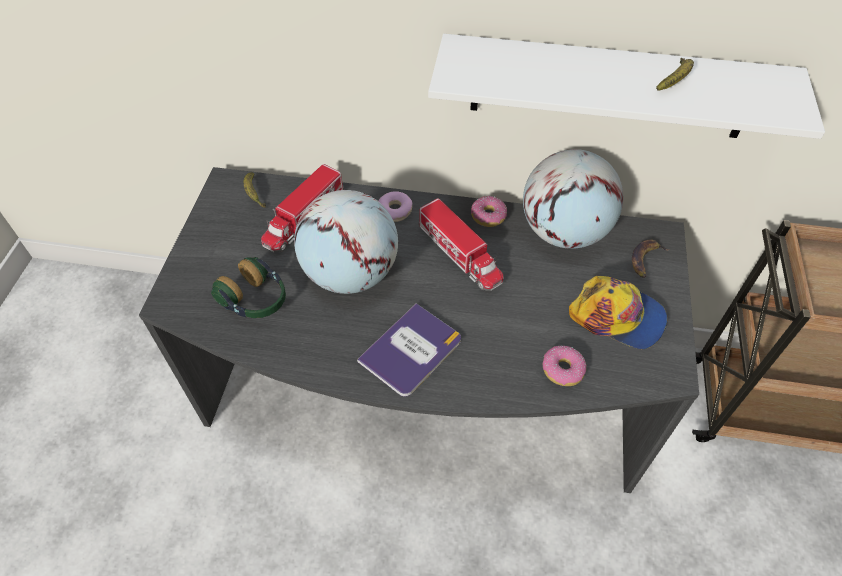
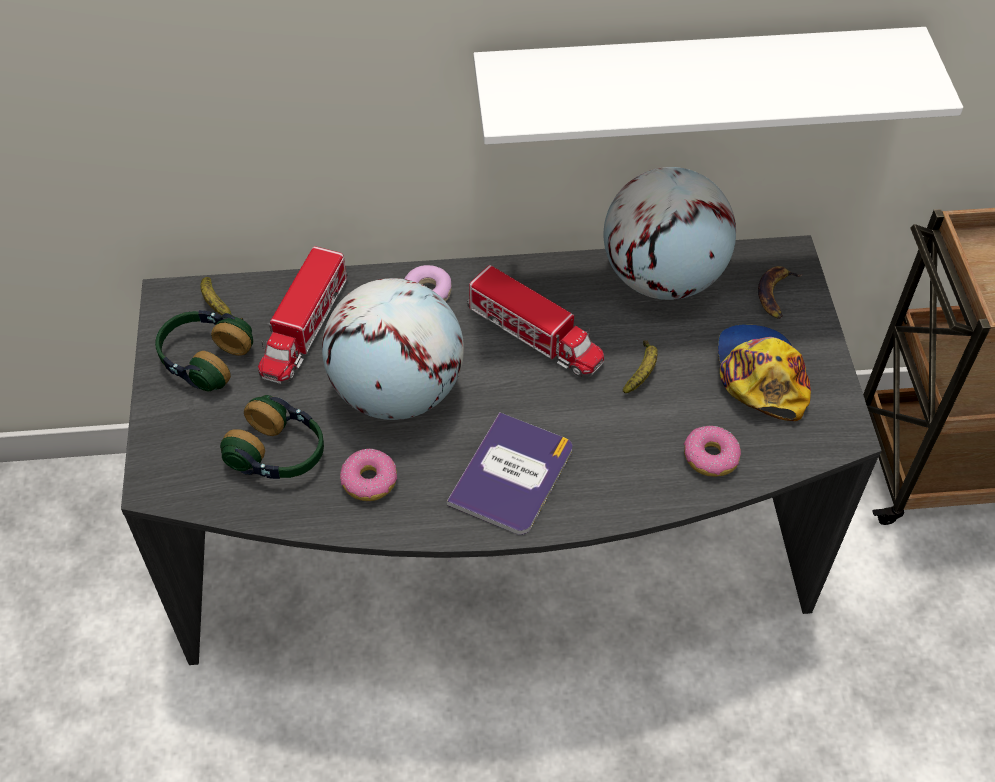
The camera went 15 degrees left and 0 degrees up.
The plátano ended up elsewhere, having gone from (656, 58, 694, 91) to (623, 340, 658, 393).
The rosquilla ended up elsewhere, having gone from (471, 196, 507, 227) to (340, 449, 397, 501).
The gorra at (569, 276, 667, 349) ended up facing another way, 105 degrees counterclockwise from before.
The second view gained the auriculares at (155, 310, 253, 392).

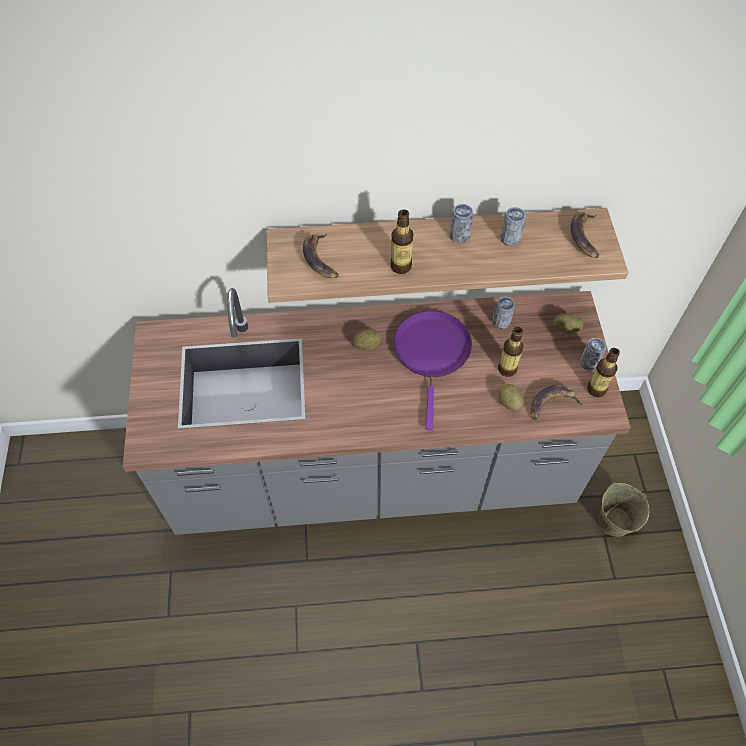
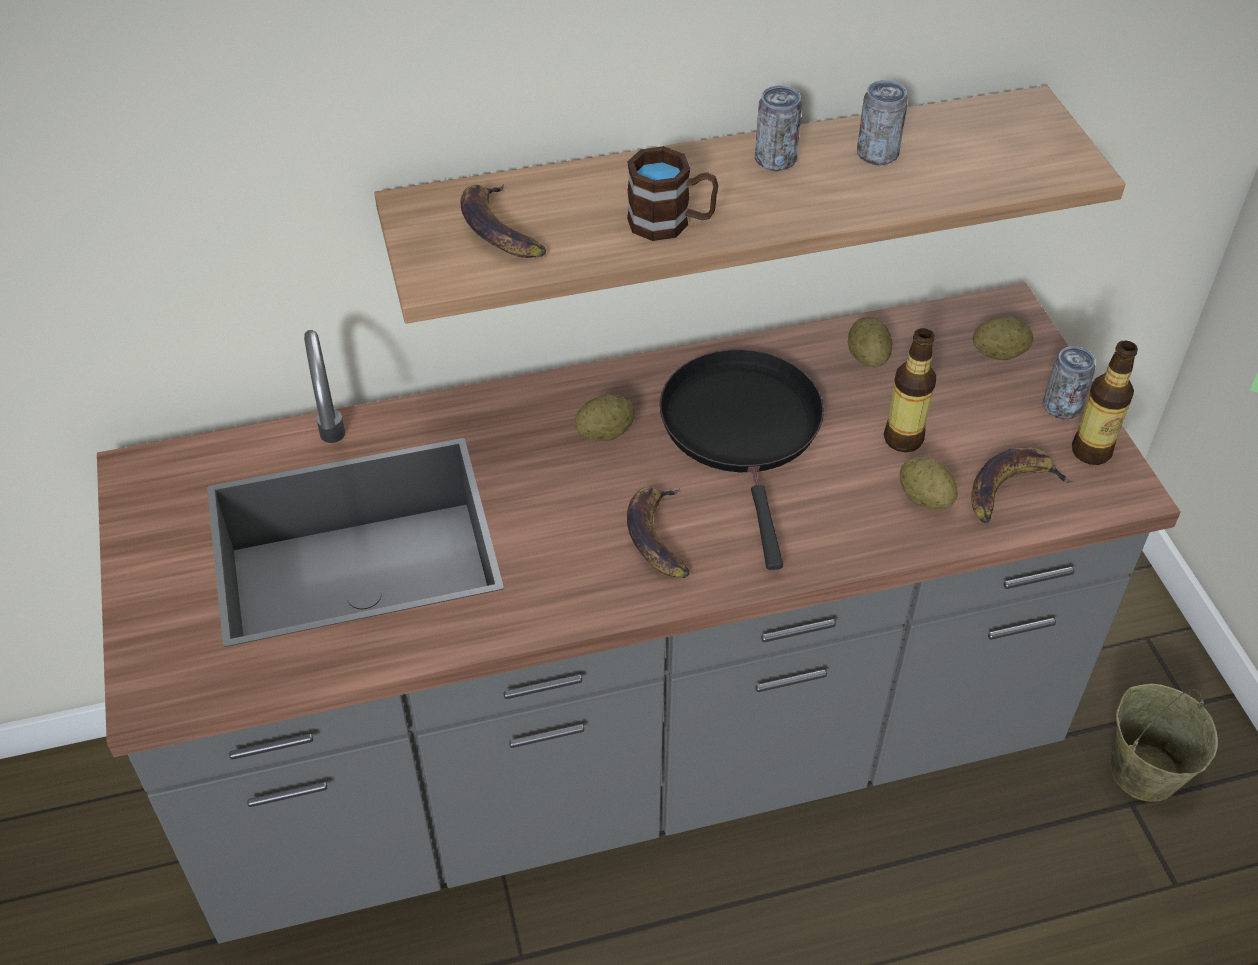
The camera went 10 degrees left and 10 degrees down.
Where the botella stood at (390, 210, 414, 274), the taza grande/marrón came to stand at (627, 146, 718, 241).
The plátano ended up elsewhere, having gone from (571, 212, 599, 258) to (627, 487, 690, 578).
Where the lata stood at (492, 296, 515, 329), the patata came to stand at (848, 316, 892, 367).
What was the sartén/morado at (394, 311, 472, 430) turned into the sartén/negro at (660, 350, 824, 570).

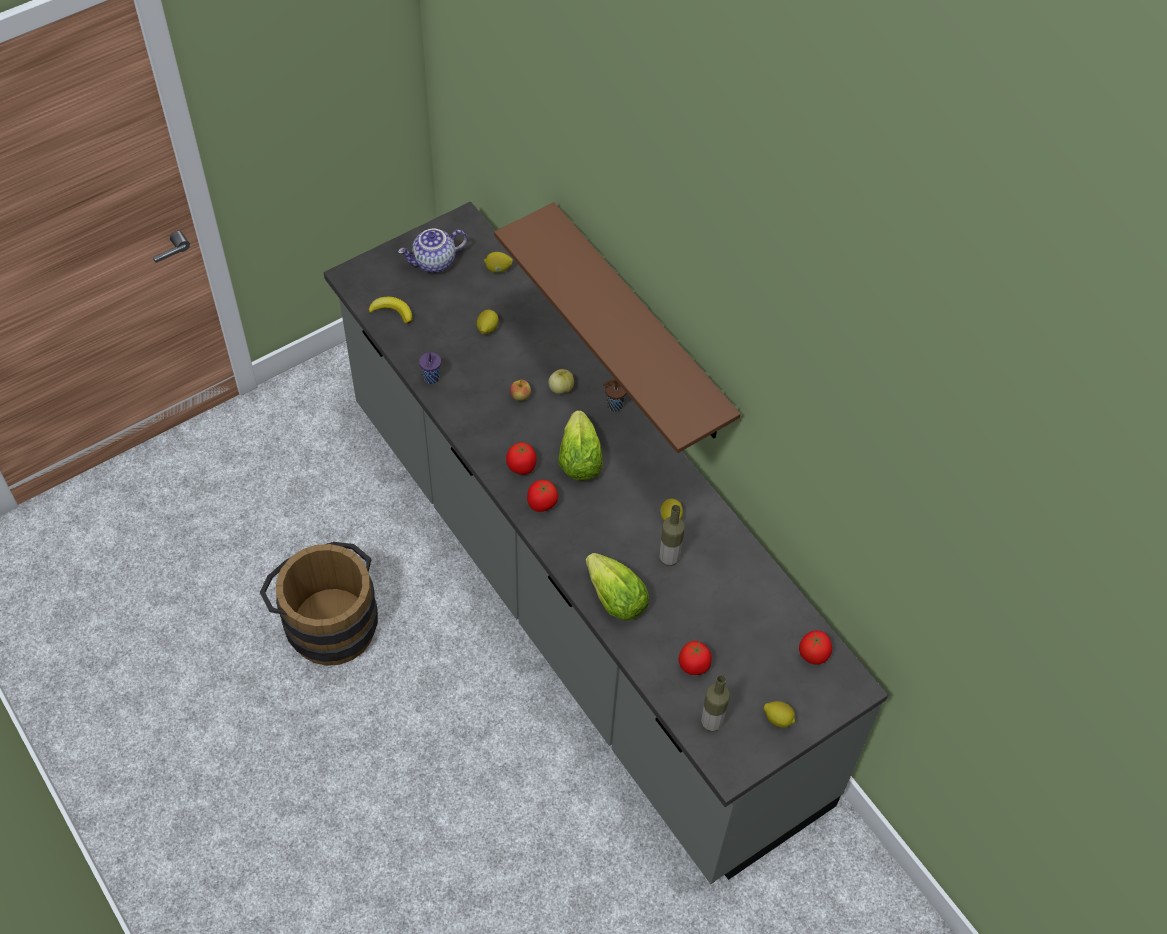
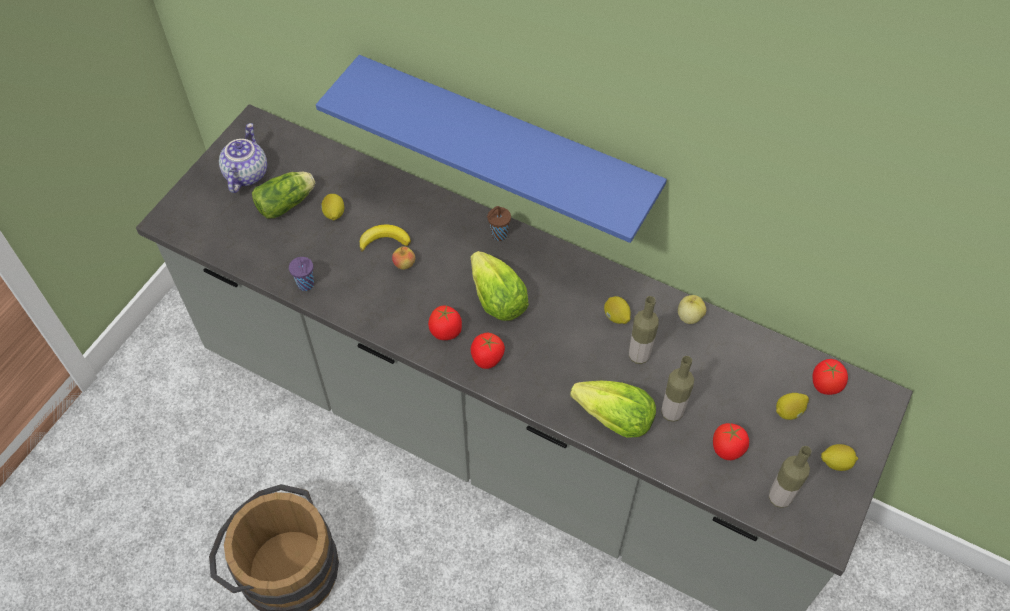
The camera went 25 degrees left and 0 degrees up.
What was the estante/marrón at (494, 202, 741, 453) turned into the estante/azul at (316, 55, 667, 243).
The tetera at (398, 229, 467, 273) ended up facing another way, 150 degrees clockwise from before.
The limón ended up elsewhere, having gone from (484, 252, 513, 273) to (776, 393, 809, 420).
The plátano ended up elsewhere, having gone from (368, 297, 413, 324) to (360, 225, 411, 252).
The manzana ended up elsewhere, having gone from (548, 369, 574, 394) to (678, 295, 706, 324).
The second view gained the lechuga at (252, 172, 315, 218).
The second view gained the botella at (661, 356, 694, 422).

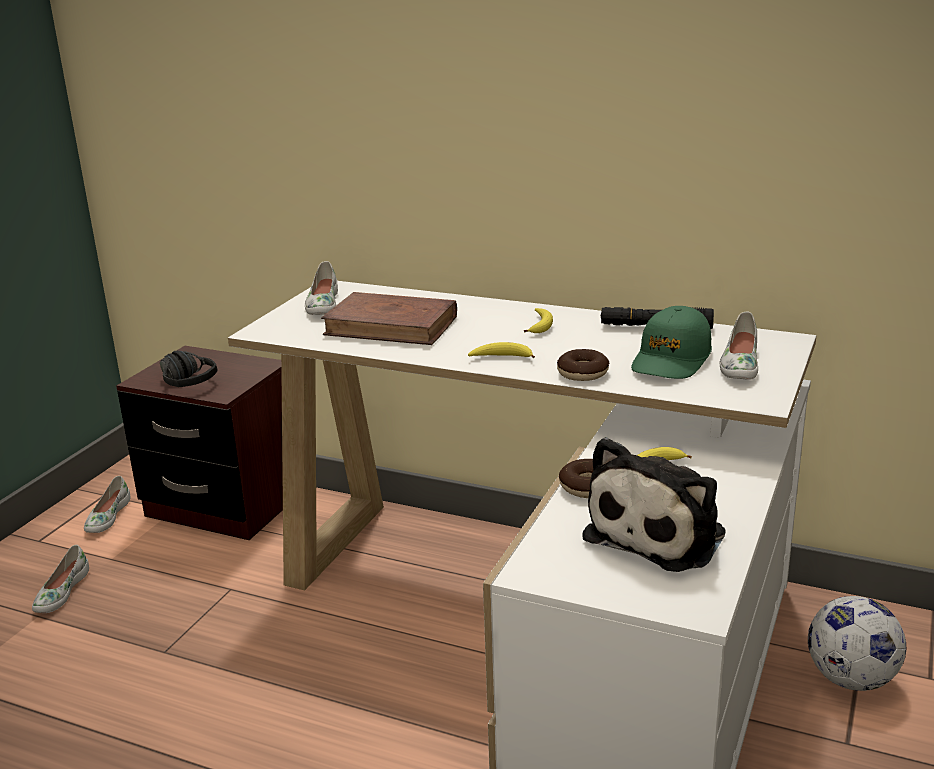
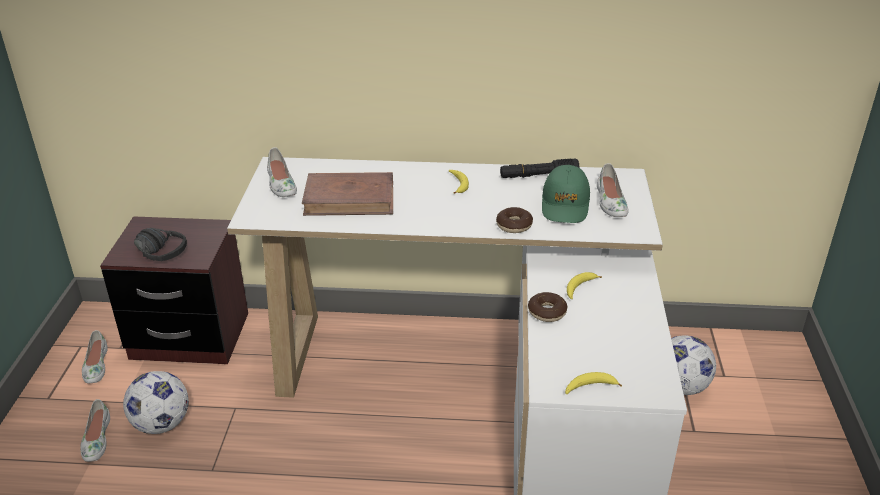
The camera went 20 degrees left and 10 degrees up.
The plátano ended up elsewhere, having gone from (468, 342, 535, 358) to (565, 372, 622, 394).
The second view lost the peluche at (582, 437, 726, 572).
The second view gained the balón de fútbol at (123, 371, 189, 434).

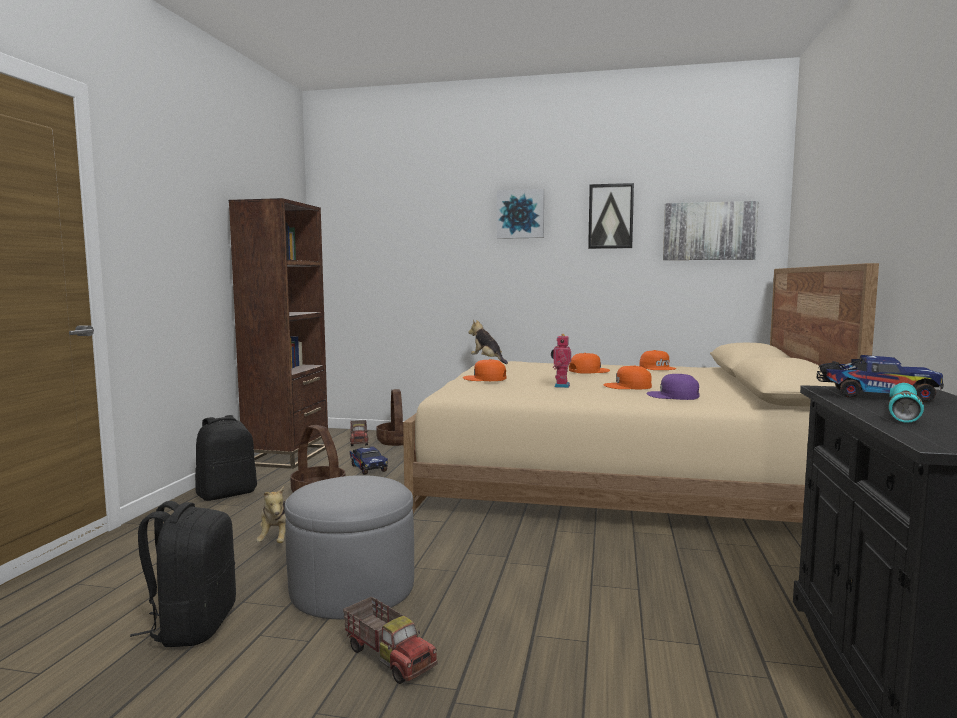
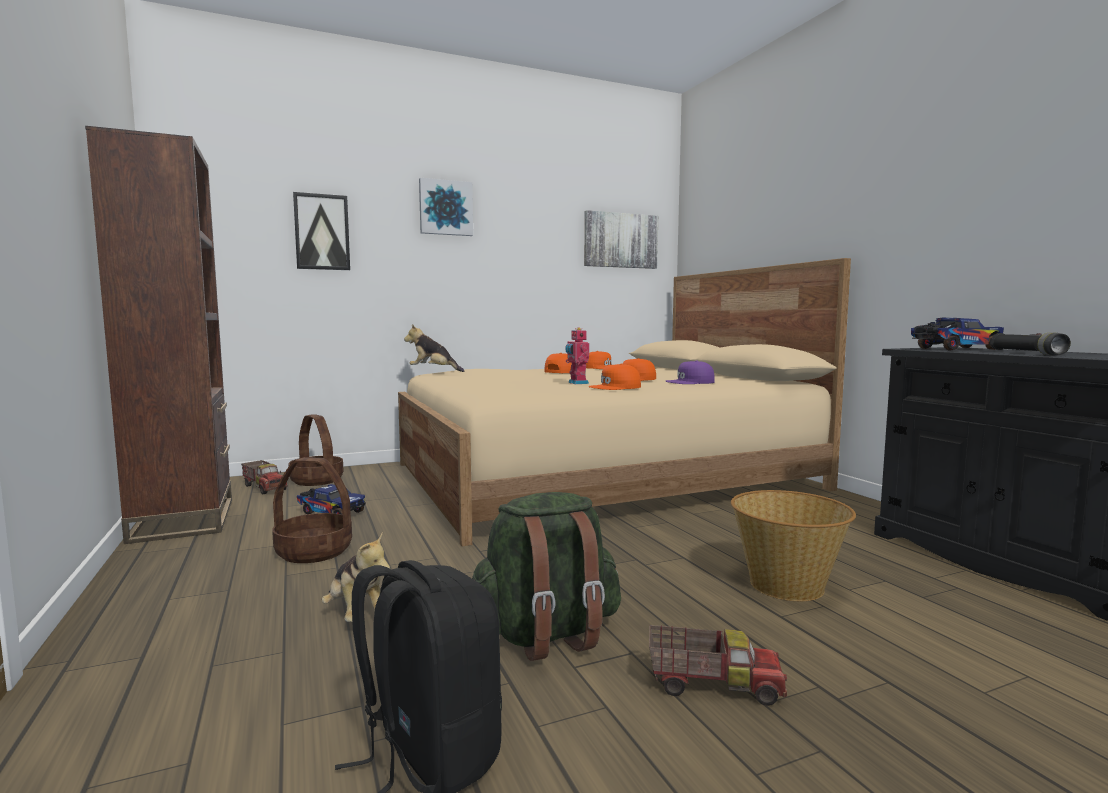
The camera went 35 degrees left and 0 degrees up.
The cuadro ended up elsewhere, having gone from (588, 183, 634, 249) to (293, 192, 350, 270).
The gorra/naranja ended up elsewhere, having gone from (463, 359, 506, 381) to (589, 364, 641, 390).
What was the linterna/turquesa at (889, 383, 924, 423) turned into the linterna/negro at (990, 332, 1071, 355).
The second view lost the mochila/negro at (195, 415, 257, 501).
Where the puf/gris stood at (285, 475, 414, 619), the mochila/verde came to stand at (472, 492, 621, 661).
The second view gained the cesta at (731, 490, 856, 601).

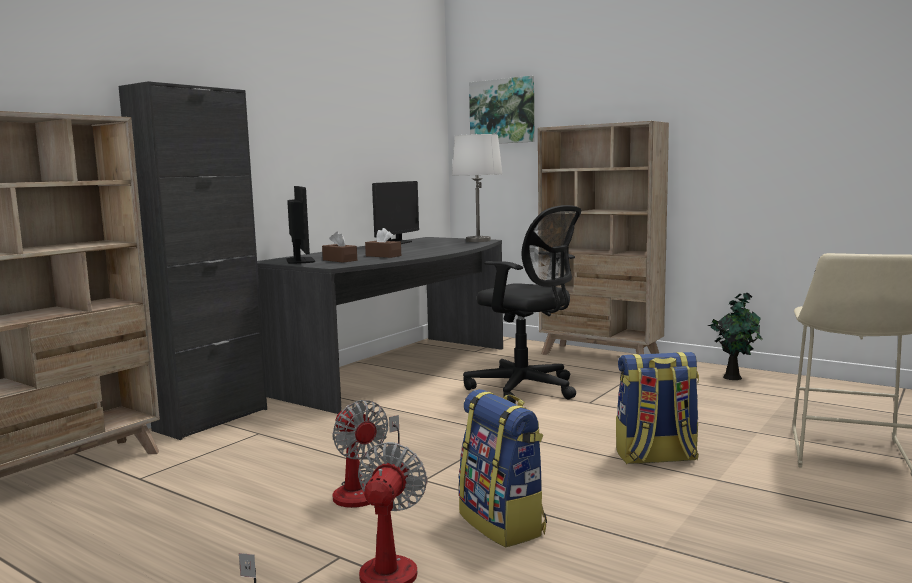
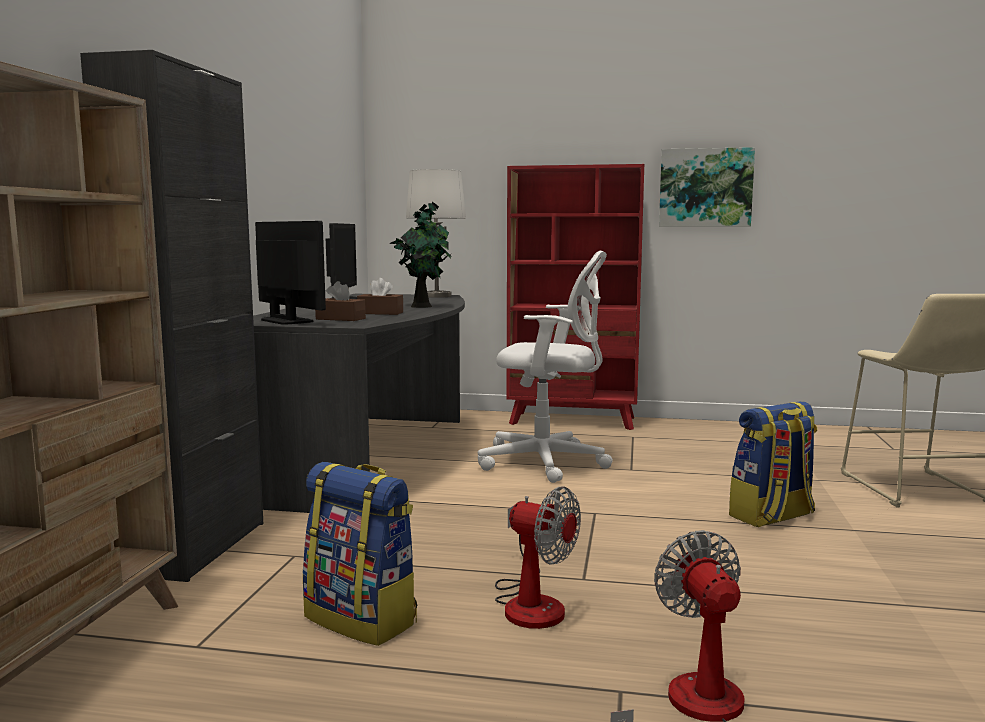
The camera went 25 degrees left and 0 degrees up.
The cuadro ended up elsewhere, having gone from (469, 76, 534, 144) to (659, 147, 755, 227).
What was the estantería/beis at (538, 121, 669, 355) turned into the estantería/rojo at (507, 164, 644, 430).
What was the silla de oficina/negro at (463, 205, 581, 403) turned into the silla de oficina/blanco at (478, 251, 613, 483).
The planta en maceta ended up elsewhere, having gone from (708, 293, 762, 380) to (390, 202, 451, 308).
The mochila ended up elsewhere, having gone from (459, 389, 547, 547) to (302, 462, 417, 646).

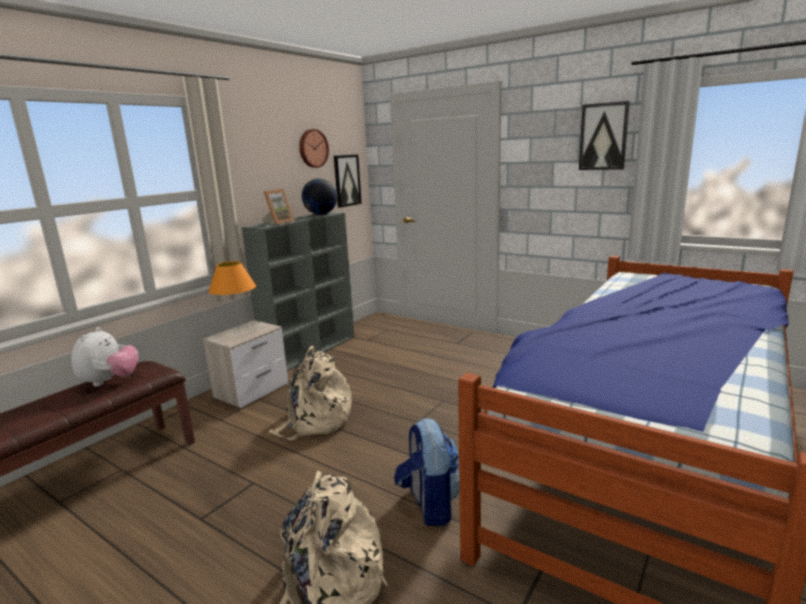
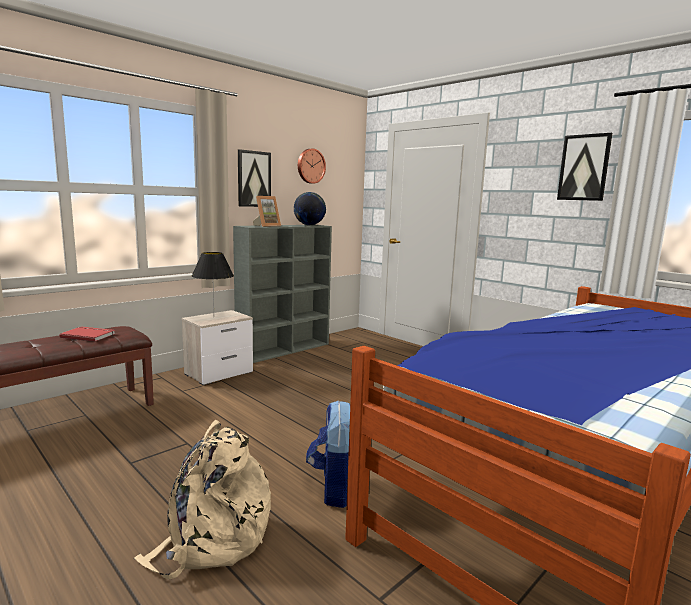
The camera went 10 degrees right and 5 degrees down.
The cuadro ended up elsewhere, having gone from (334, 155, 362, 208) to (238, 149, 271, 207).
What was the lámpara de mesa/naranja at (208, 261, 256, 333) turned into the lámpara de mesa/negro at (192, 252, 234, 306).
Where the peluche stood at (71, 327, 138, 387), the libro/rojo came to stand at (59, 327, 115, 342).
The second view lost the mochila/beis at (268, 345, 352, 441).

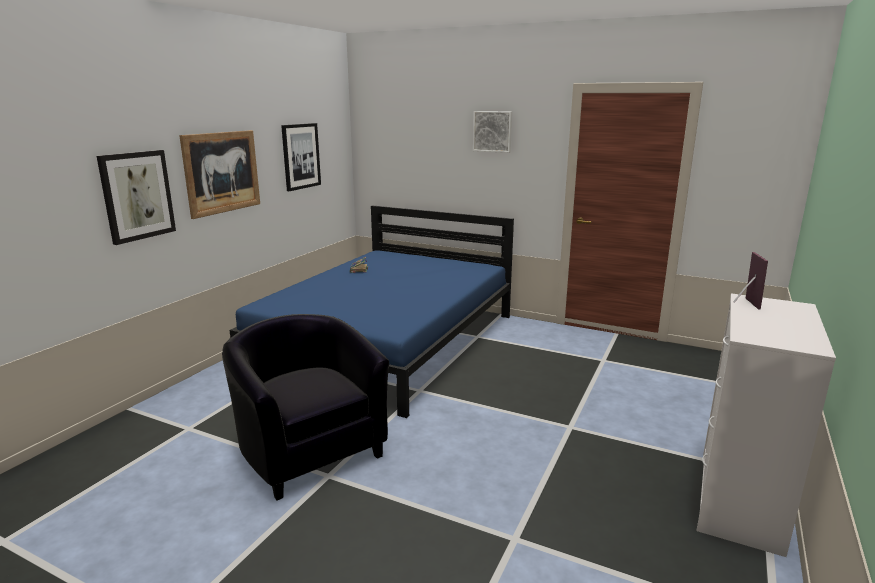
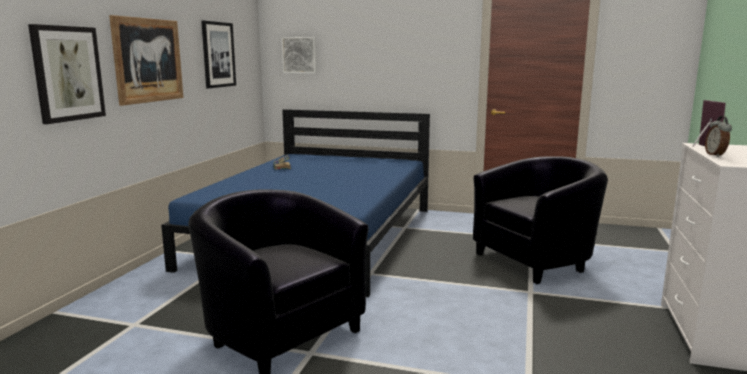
The camera went 10 degrees left and 5 degrees down.
The cuadro ended up elsewhere, having gone from (473, 111, 512, 153) to (282, 37, 317, 73).
The second view gained the despertador at (705, 116, 732, 157).
The second view gained the sillón/negro at (473, 156, 608, 284).

